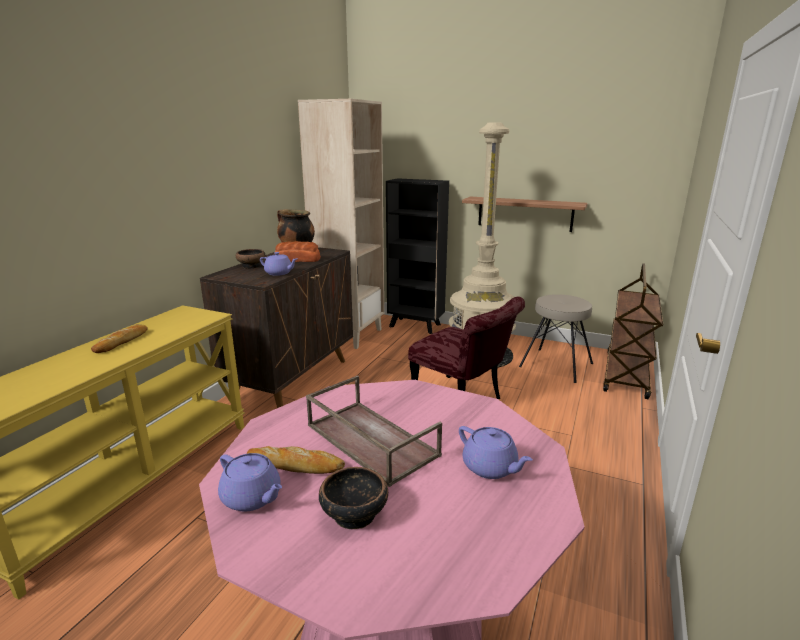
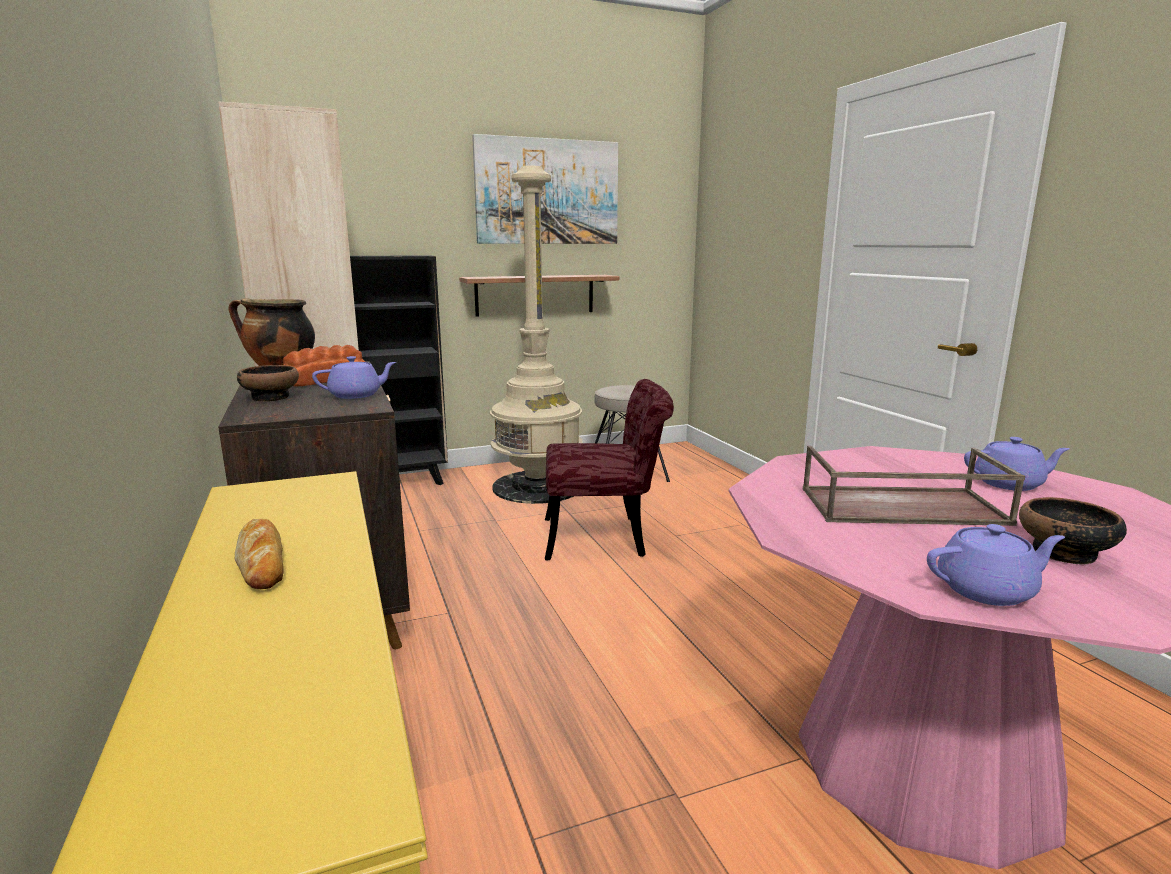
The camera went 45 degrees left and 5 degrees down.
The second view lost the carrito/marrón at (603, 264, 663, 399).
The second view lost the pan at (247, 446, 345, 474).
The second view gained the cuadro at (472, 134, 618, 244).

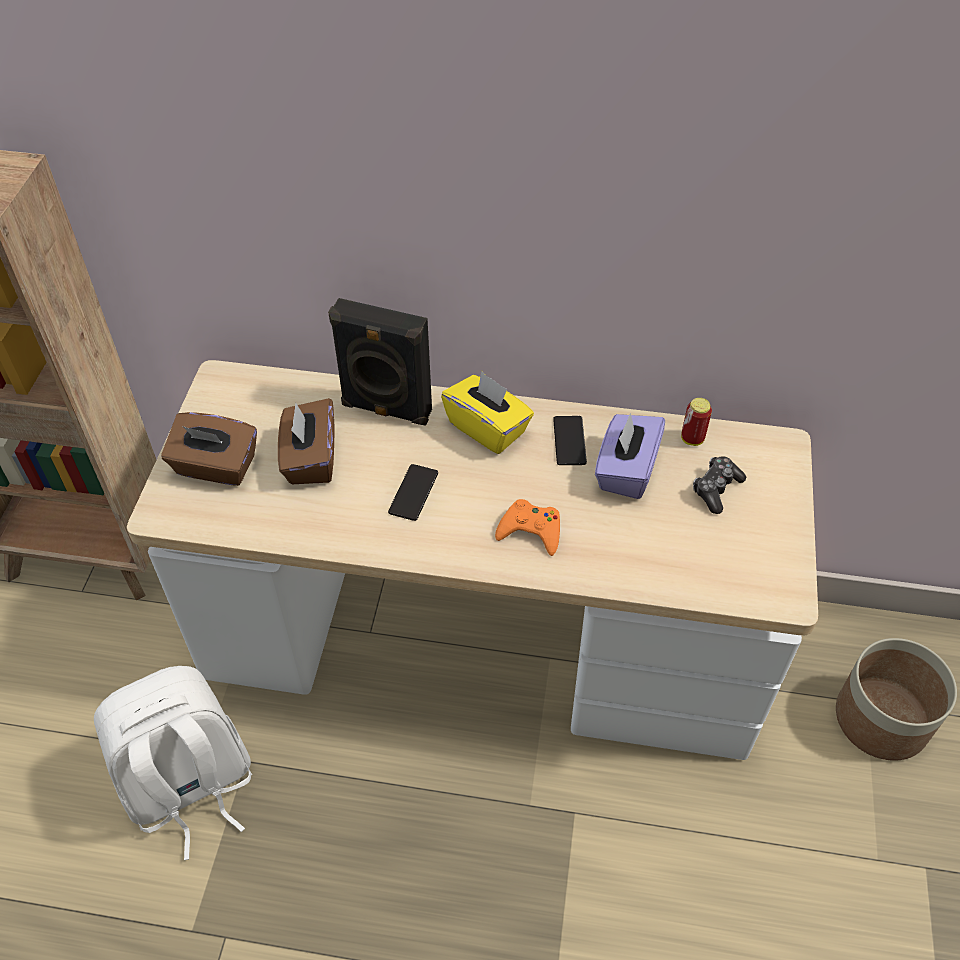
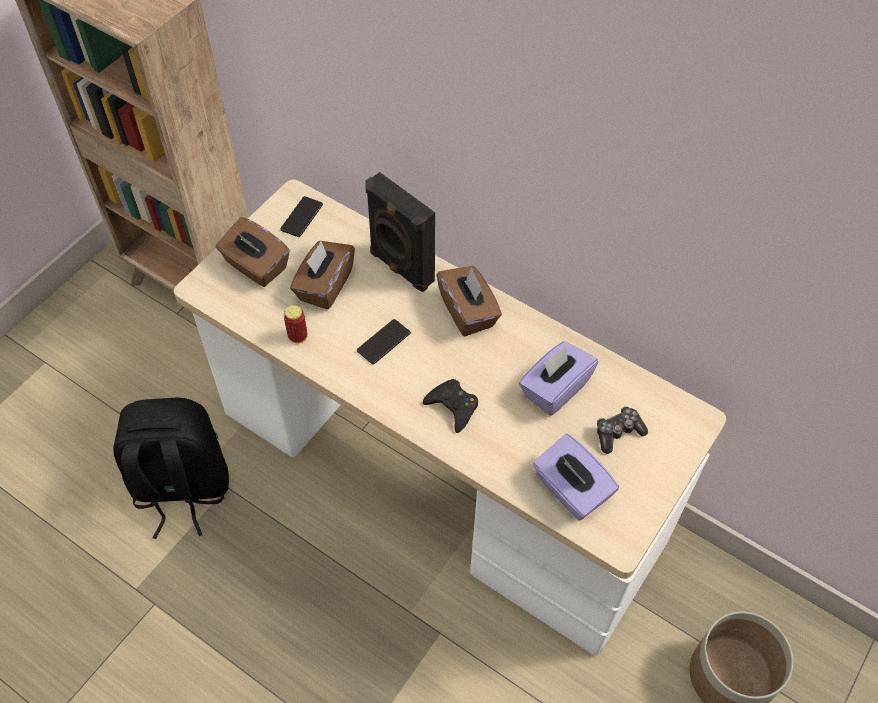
The camera went 25 degrees right and 5 degrees up.
What was the caja de pañuelos/amarillo at (441, 371, 534, 454) turned into the caja de pañuelos/marrón at (437, 266, 502, 336).
The lata ended up elsewhere, having gone from (681, 398, 712, 446) to (284, 305, 307, 343).
The móvil ended up elsewhere, having gone from (553, 416, 587, 465) to (280, 196, 323, 237).
What was the mando de consola/naranja at (495, 499, 560, 556) turned into the mando de consola/negro at (423, 379, 478, 433).
What was the mochila/blanco at (94, 666, 252, 860) turned into the mochila/negro at (113, 398, 229, 539).
The second view gained the caja de pañuelos/morado at (533, 434, 619, 520).

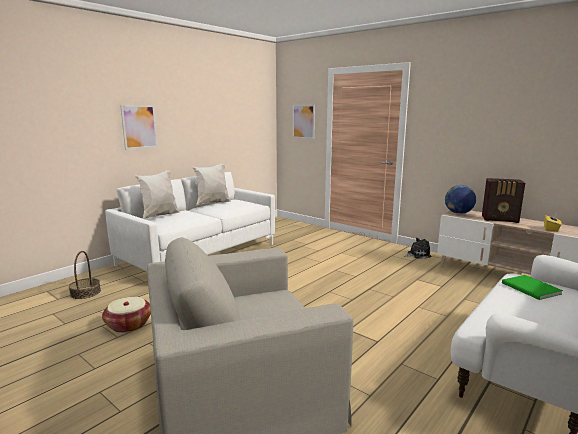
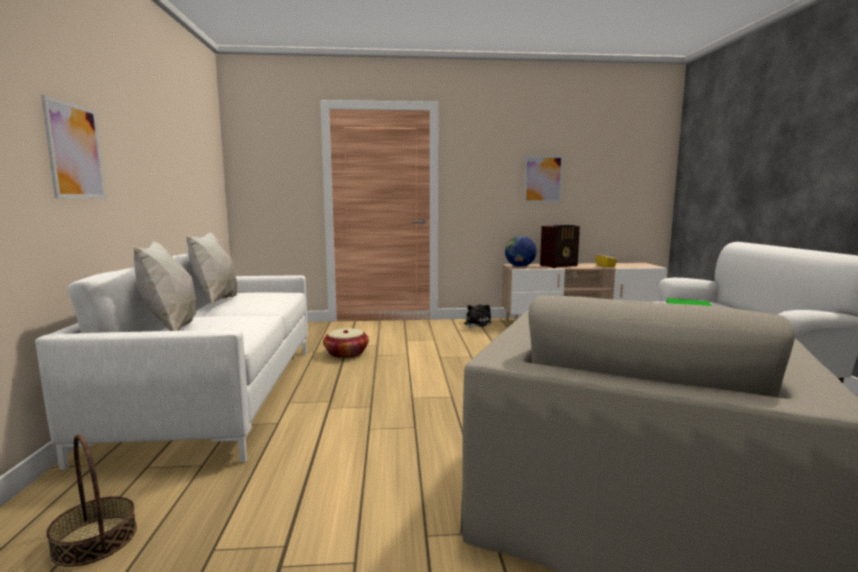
The camera went 45 degrees left and 5 degrees down.
The cuadro ended up elsewhere, having gone from (292, 105, 315, 139) to (524, 155, 563, 203).
The cesta ended up elsewhere, having gone from (102, 297, 151, 333) to (323, 328, 369, 358).

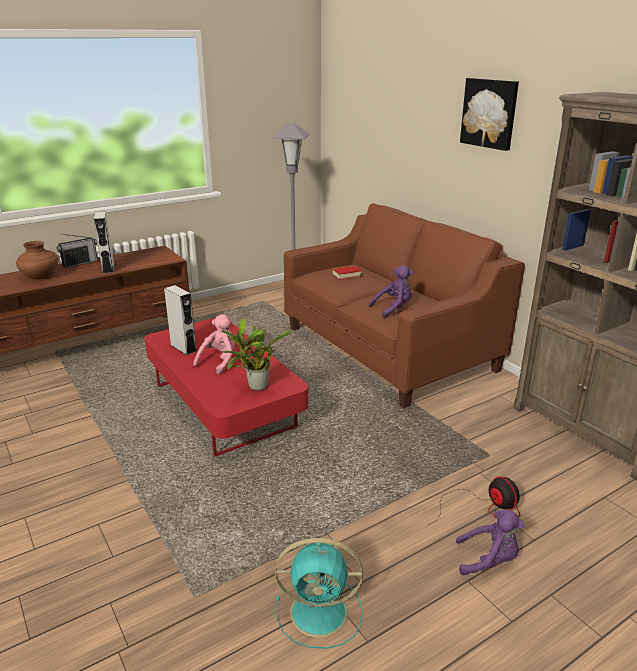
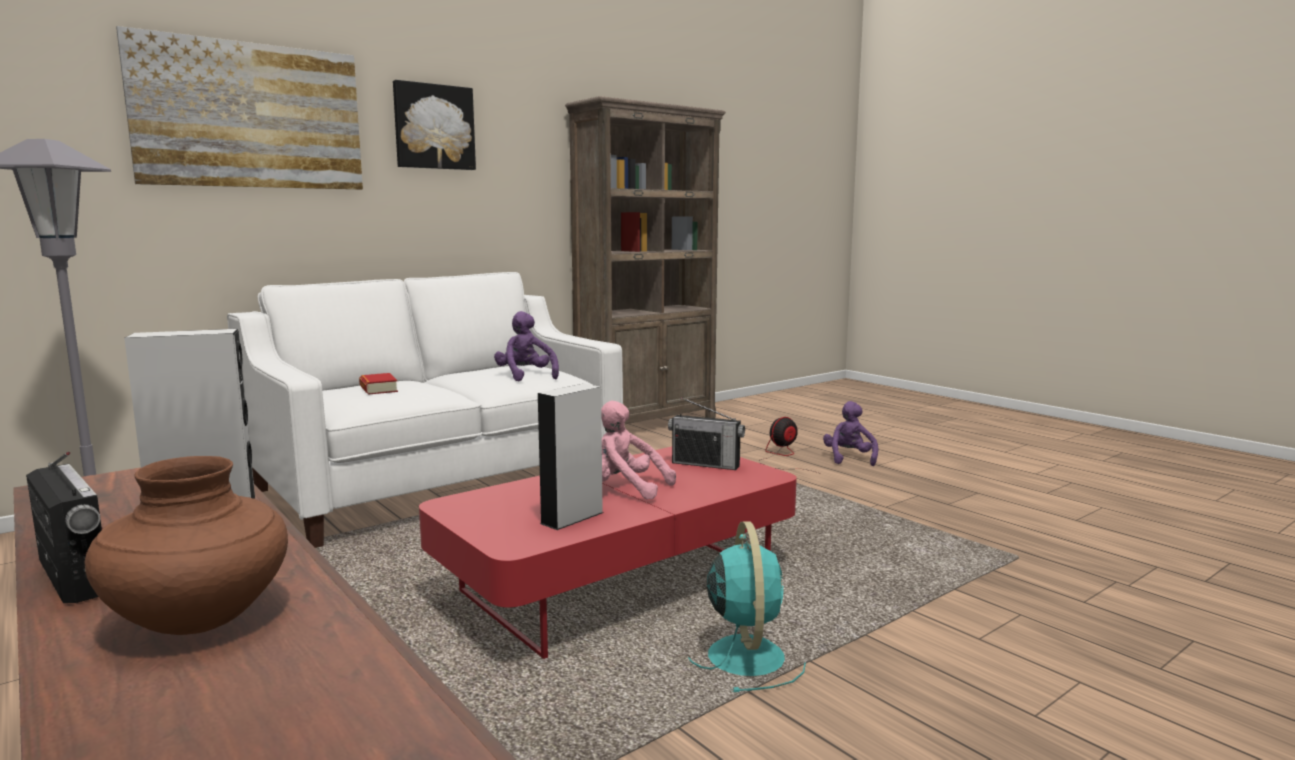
The camera went 95 degrees left and 15 degrees down.
What was the sofá/marrón at (284, 203, 525, 408) turned into the sofá/blanco at (227, 272, 623, 548).
Where the planta en maceta stood at (221, 318, 292, 391), the radio came to stand at (668, 397, 745, 470).
The ventilador/turquesa ended up elsewhere, having gone from (275, 538, 363, 649) to (688, 521, 806, 692).
The second view gained the cuadro at (116, 26, 363, 190).

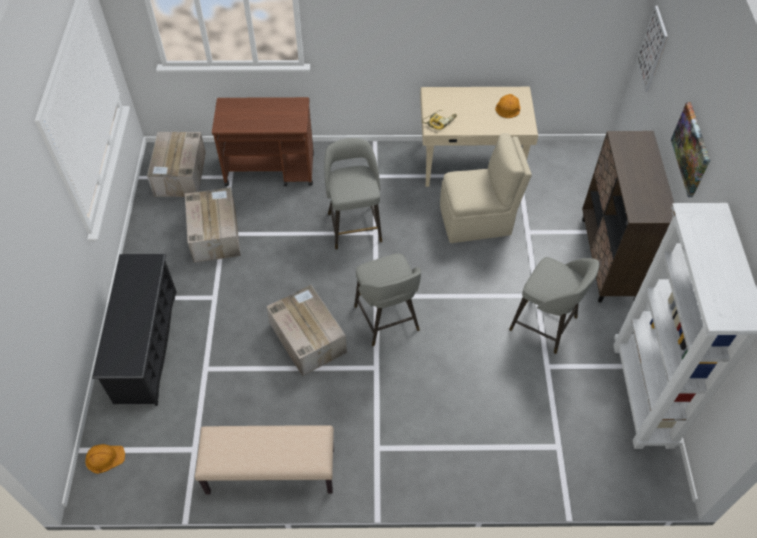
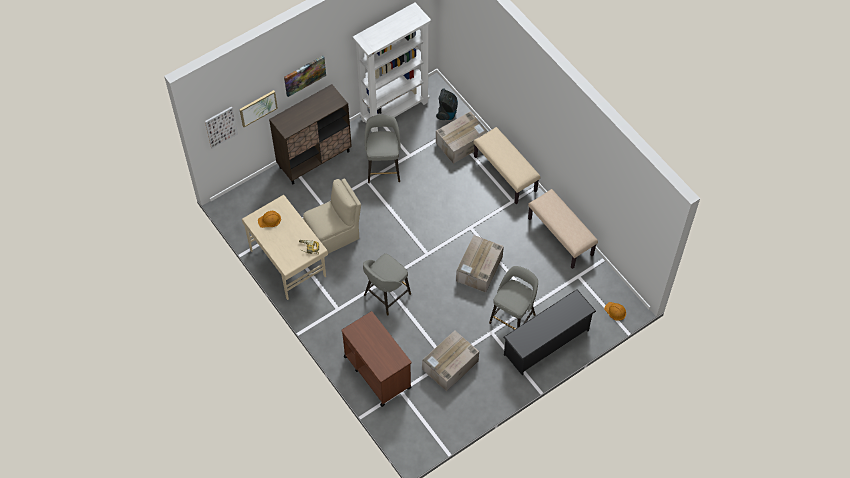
The camera went 125 degrees left and 5 degrees up.
The caja de cartón ended up elsewhere, having gone from (147, 132, 206, 197) to (436, 111, 488, 164).
The silla/beis at (440, 133, 532, 243) ended up facing another way, 105 degrees clockwise from before.
The taburete/gris ended up elsewhere, having gone from (354, 253, 421, 346) to (489, 266, 538, 330).
The second view gained the aspiradora at (436, 89, 458, 120).
The second view gained the cuadro at (239, 90, 278, 127).
The second view gained the banco/beis at (473, 127, 540, 204).

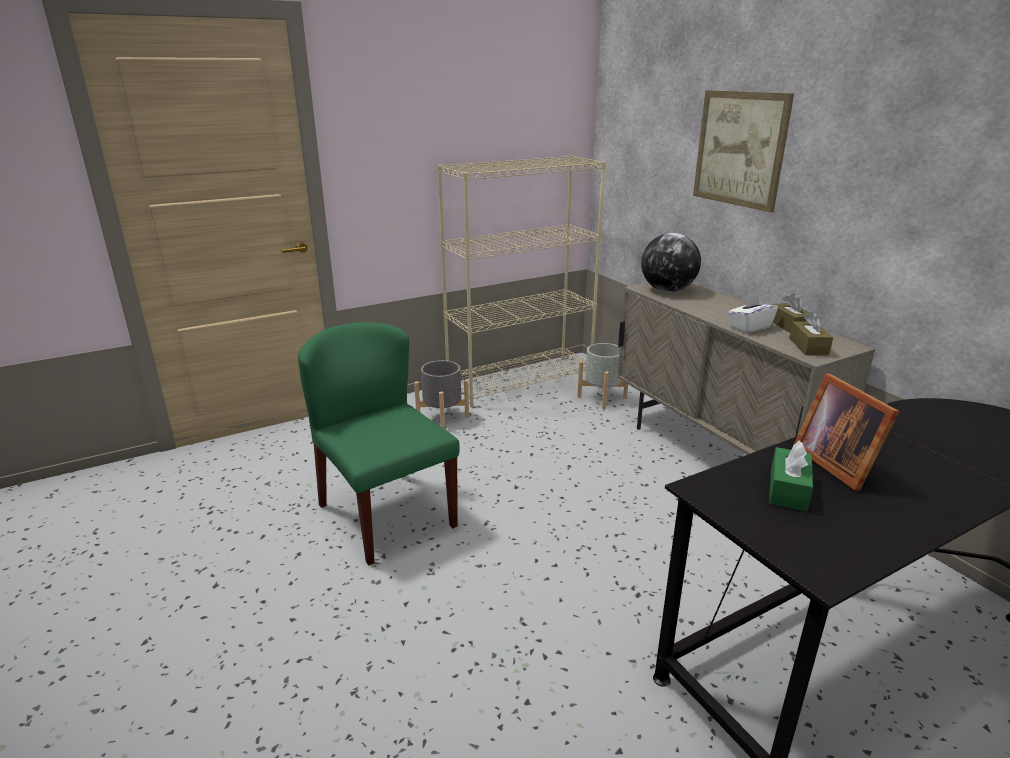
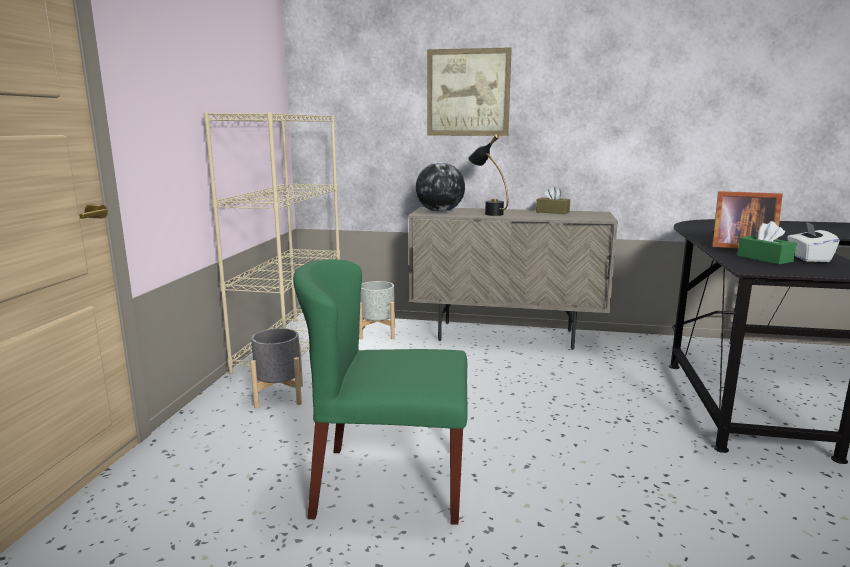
The camera went 50 degrees left and 10 degrees down.
The caja de pañuelos/blanco ended up elsewhere, having gone from (728, 293, 778, 333) to (787, 222, 840, 262).
The second view lost the caja de pañuelos/marrón at (789, 311, 833, 356).
The second view gained the lámpara de mesa/negro at (468, 134, 508, 216).

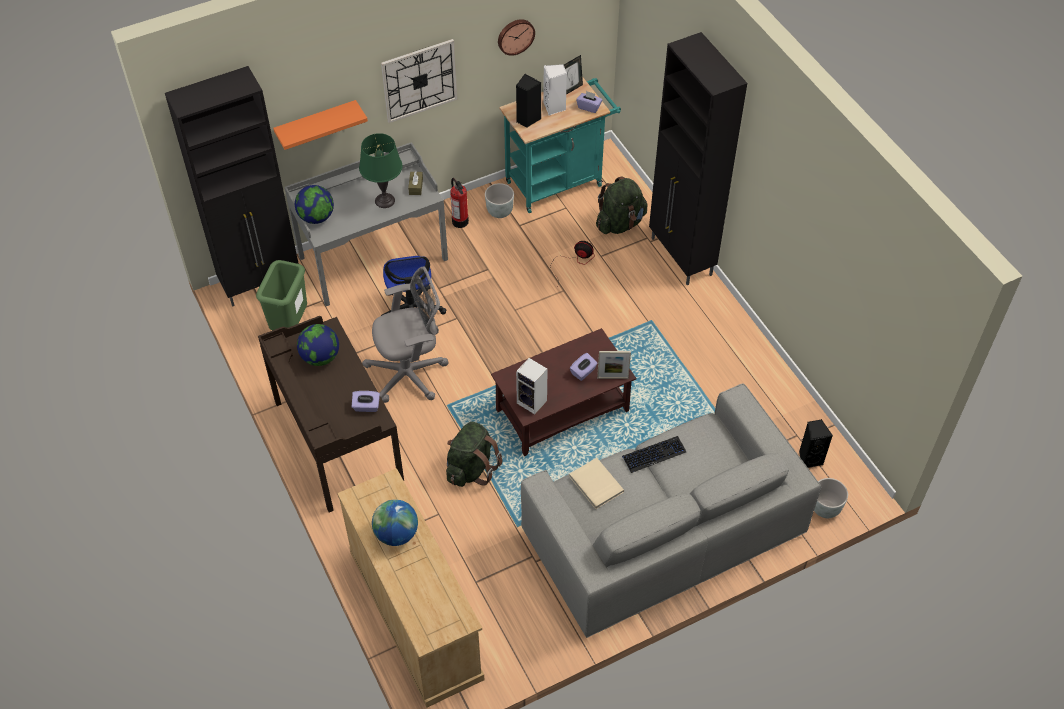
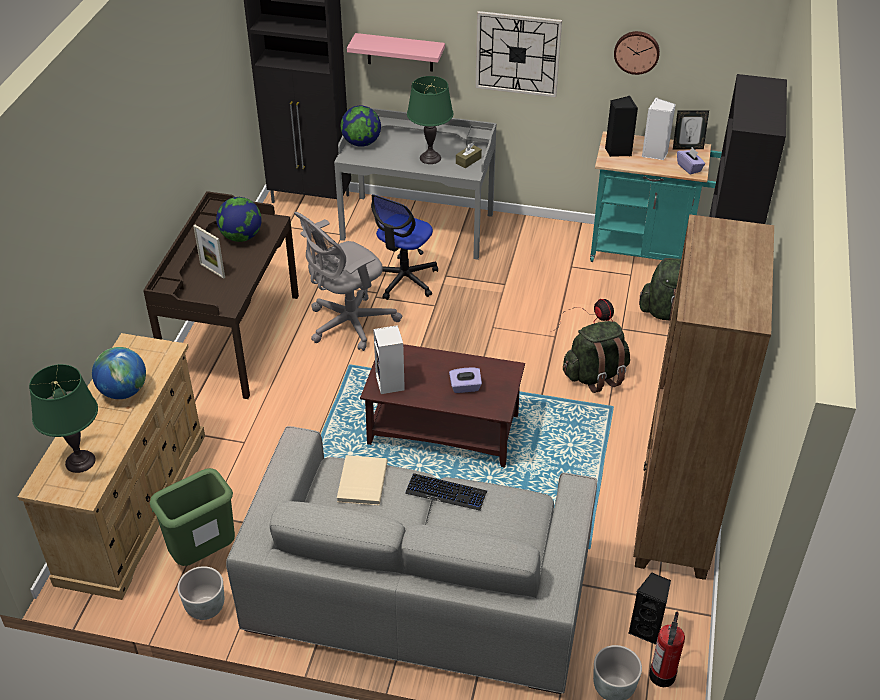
The camera went 40 degrees right and 10 degrees down.
What was the estante/naranja at (273, 100, 368, 150) turned into the estante/rosa at (347, 33, 445, 71).
The extintor ended up elsewhere, having gone from (450, 178, 469, 228) to (649, 612, 685, 687).
The maceta/gris ended up elsewhere, having gone from (485, 183, 514, 218) to (178, 566, 224, 620).
The papelera/verde ended up elsewhere, having gone from (256, 260, 307, 330) to (150, 468, 235, 566).
The silla de oficina/gris at (362, 266, 448, 403) ended up facing another way, 120 degrees clockwise from before.
The portarretratos ended up elsewhere, having gone from (597, 351, 631, 379) to (193, 225, 225, 279).
The second view lost the caja de pañuelos/morado at (352, 391, 380, 412).
The mochila/verde ended up elsewhere, having gone from (446, 422, 502, 487) to (563, 321, 630, 393).
The second view gained the estantería/marrón at (633, 214, 774, 580).
The second view gained the lámpara de mesa/verde at (29, 364, 98, 473).

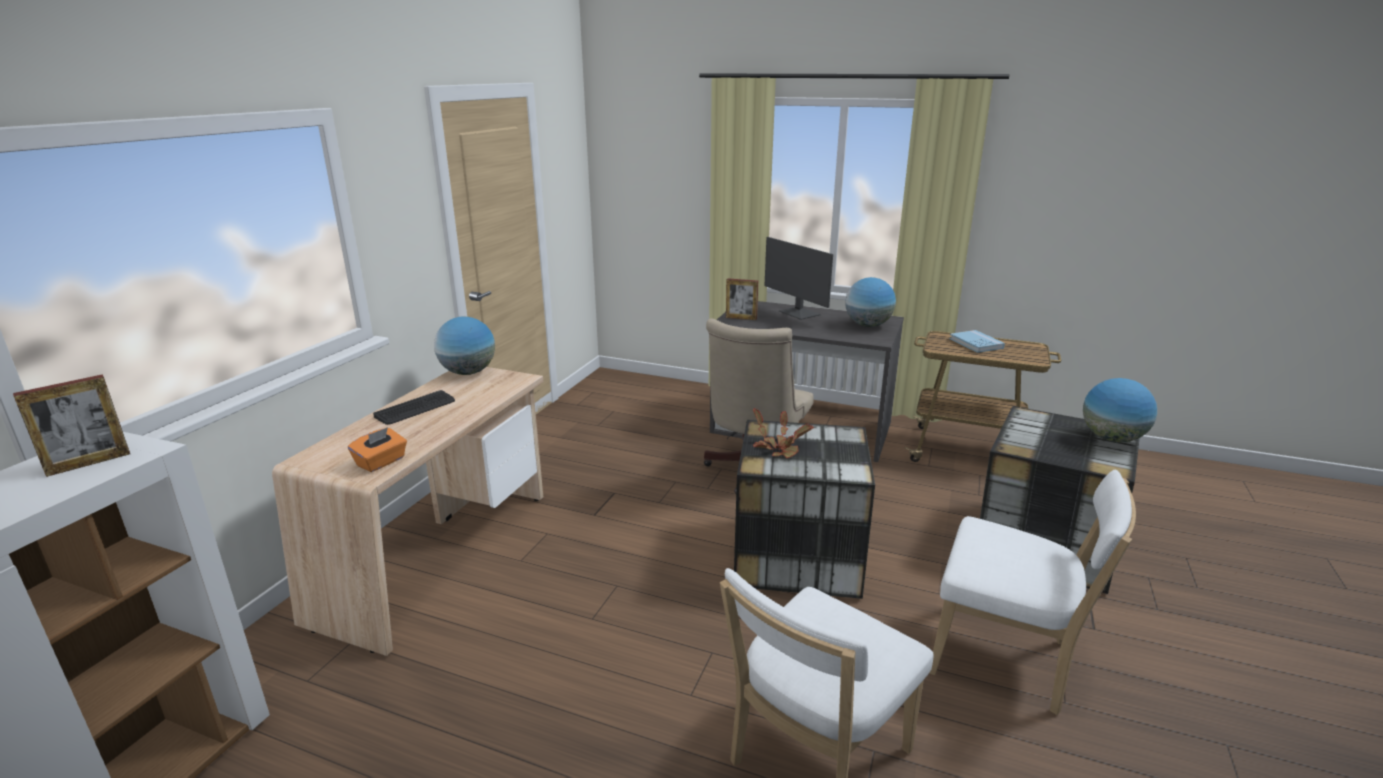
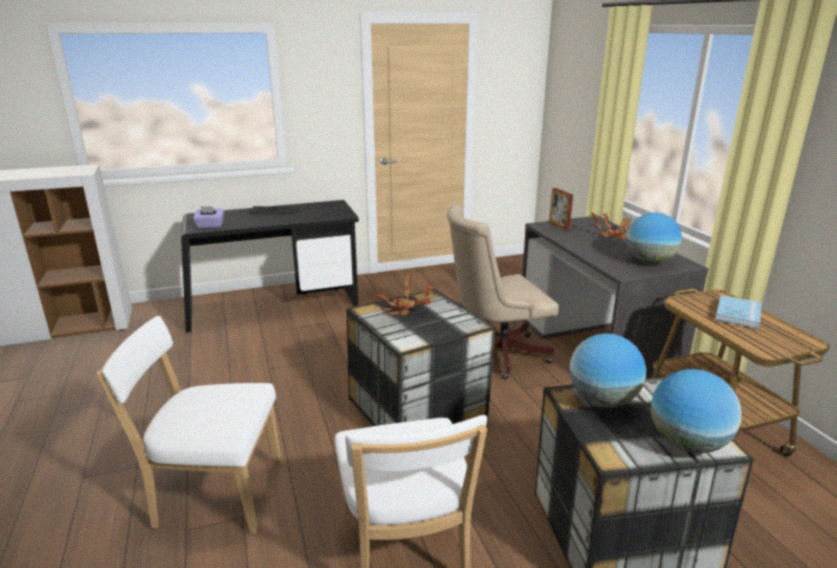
The camera went 50 degrees right and 0 degrees up.
Where the monitor stood at (764, 237, 833, 320), the planta en maceta came to stand at (591, 213, 631, 240).
The globo terráqueo ended up elsewhere, having gone from (434, 316, 495, 375) to (570, 333, 646, 407).
What was the escritorio/beis at (272, 367, 543, 656) turned into the escritorio/negro at (181, 200, 359, 333).
The second view lost the portarretratos at (13, 374, 130, 477).
What was the caja de pañuelos/naranja at (348, 427, 407, 472) turned into the caja de pañuelos/morado at (193, 206, 224, 228).

